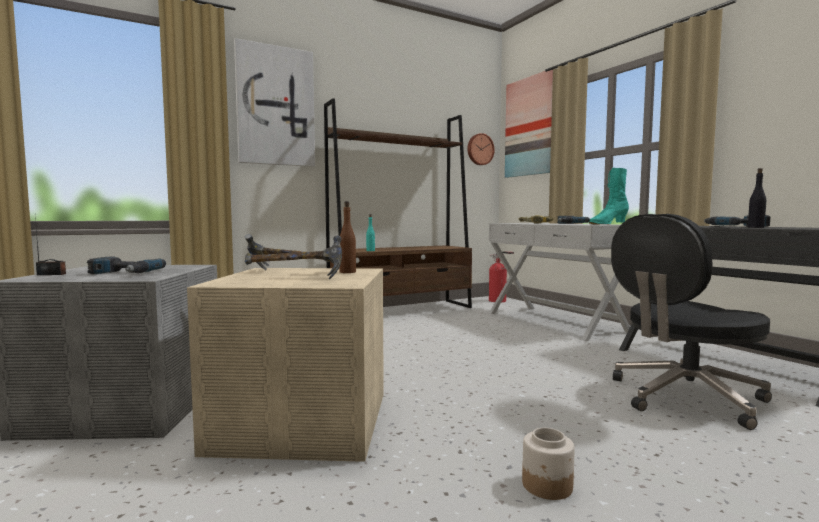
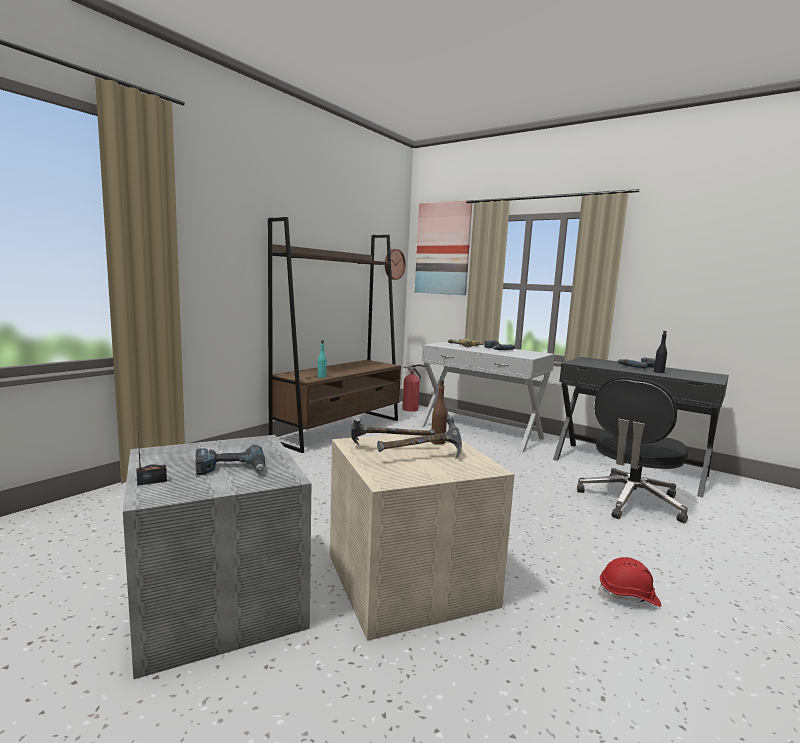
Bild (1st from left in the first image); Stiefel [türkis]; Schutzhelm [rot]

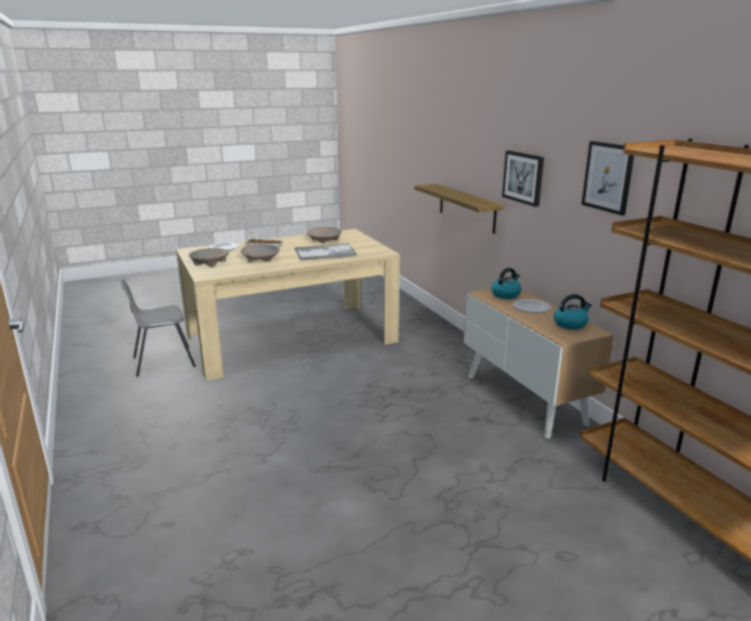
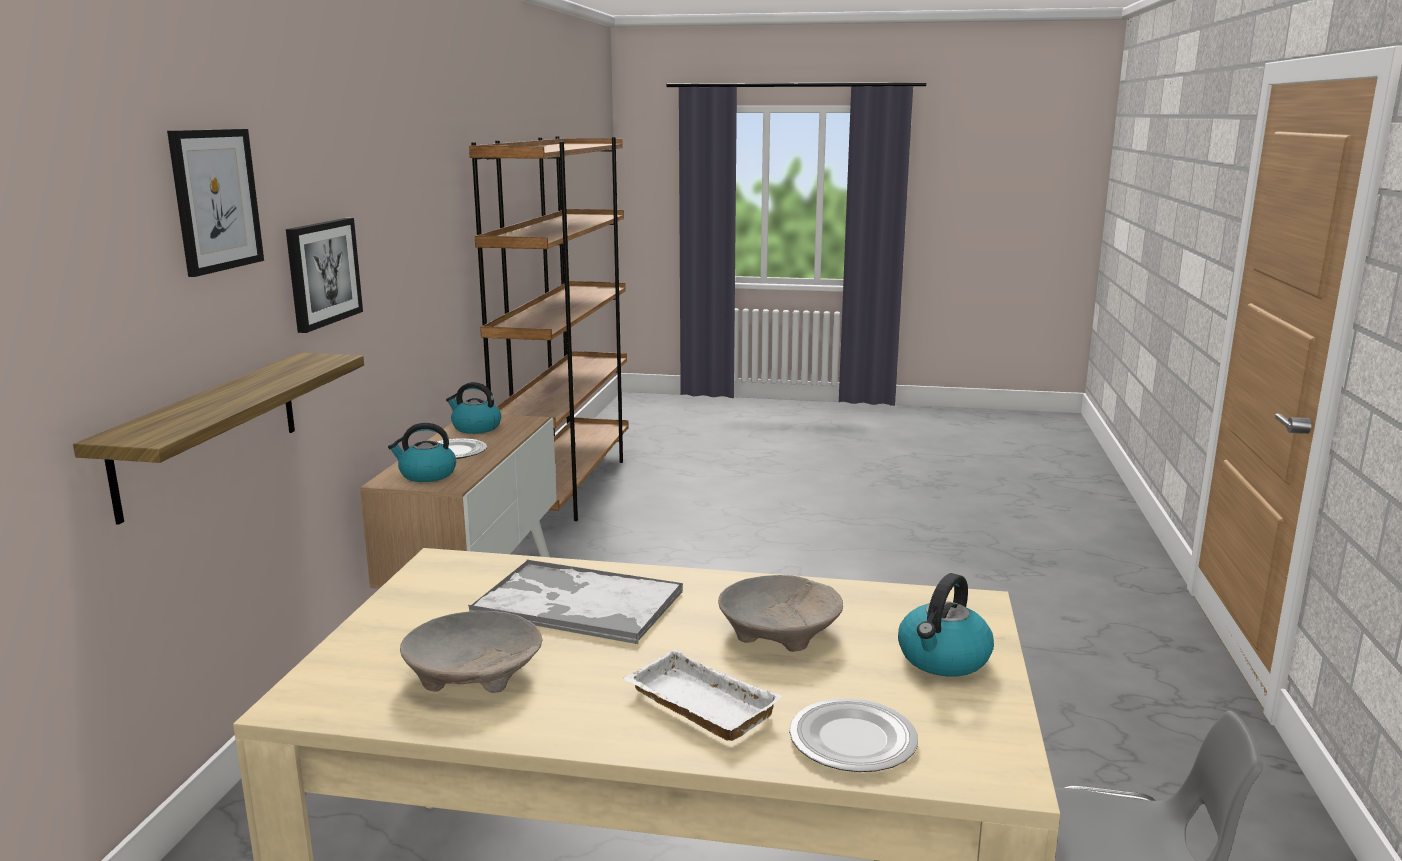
Bild (1st from left); Wasserkessel (3rd from left)

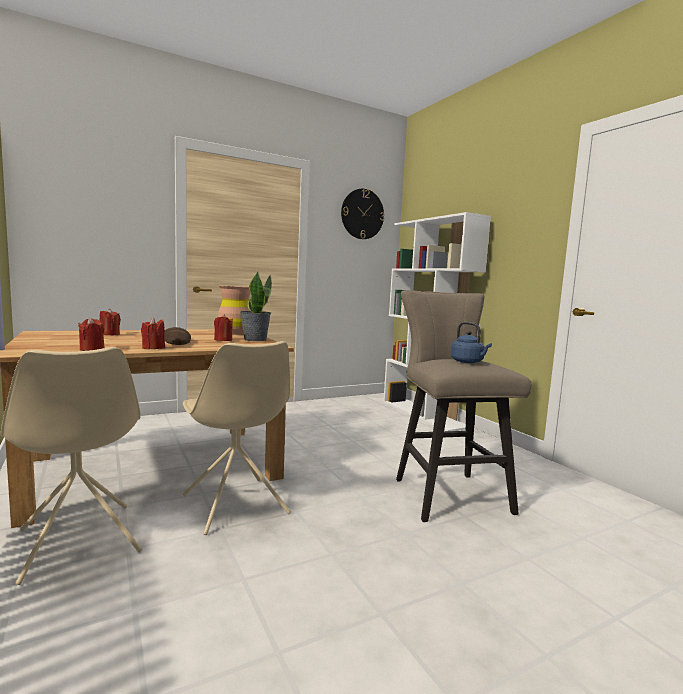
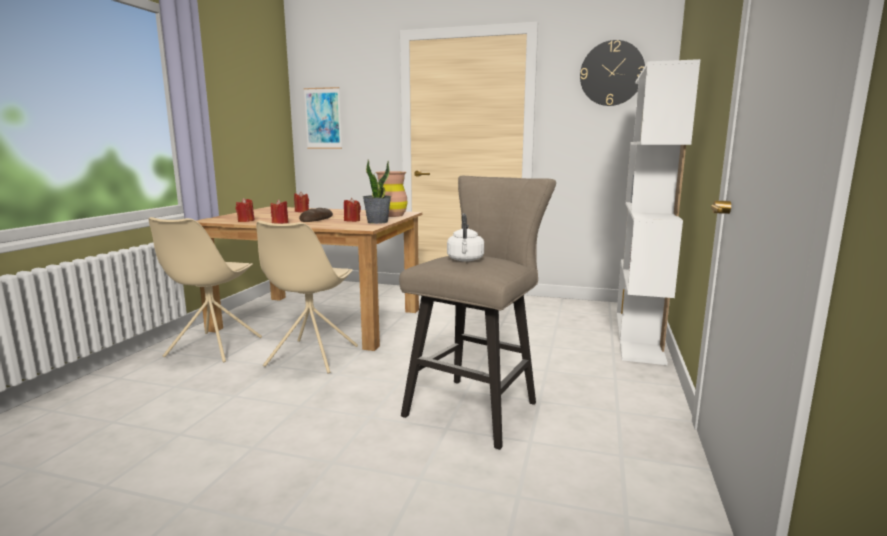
Bild; Wasserkessel [weiß]

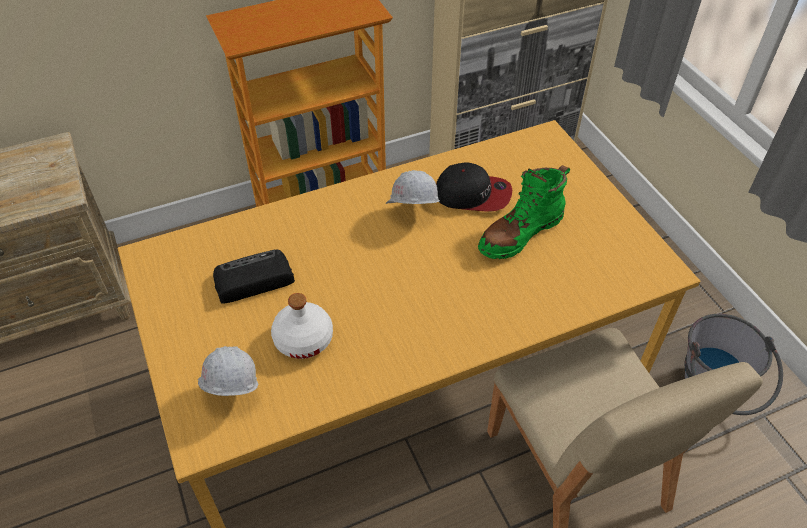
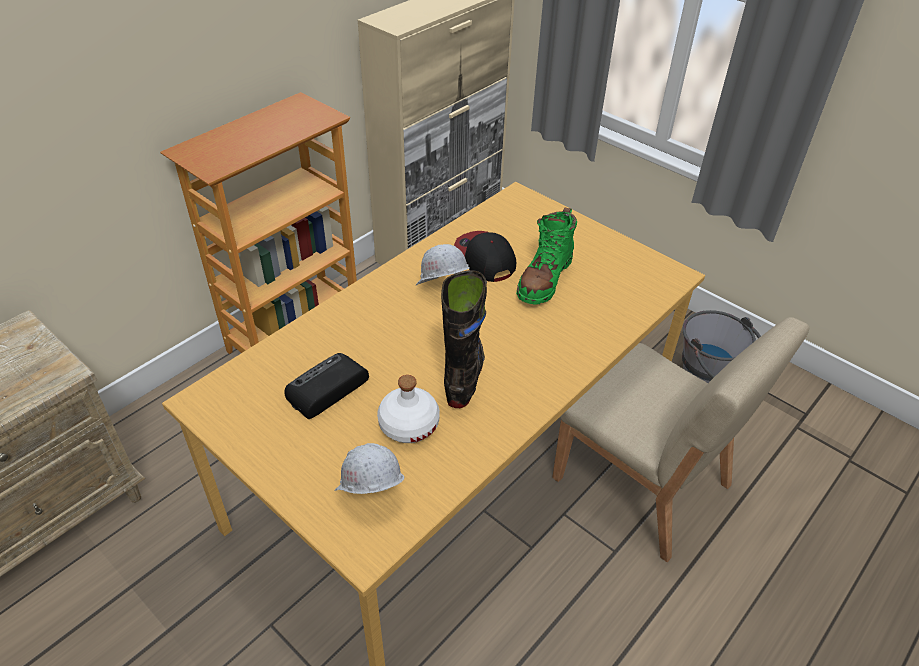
Stiefel [schwarz]; Kappe

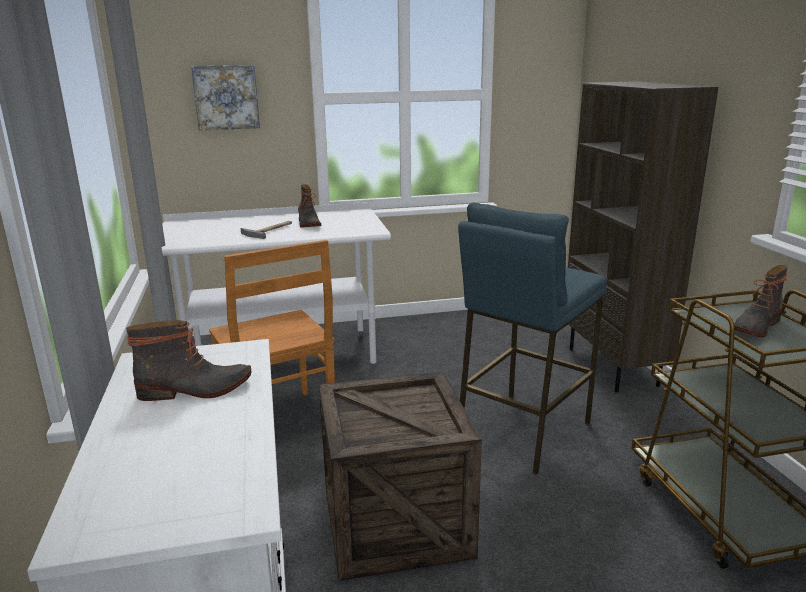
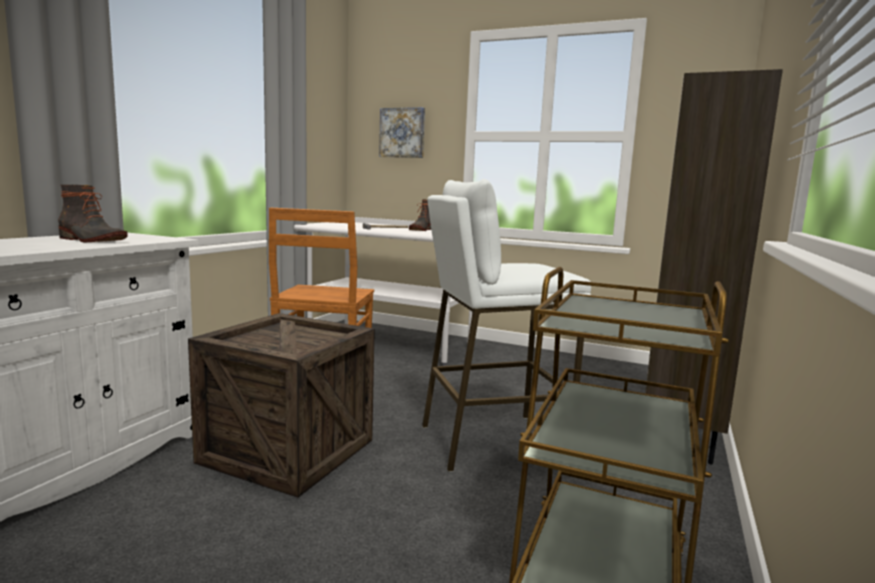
Stiefel (3rd from left in the first image); Hocker [weiß]

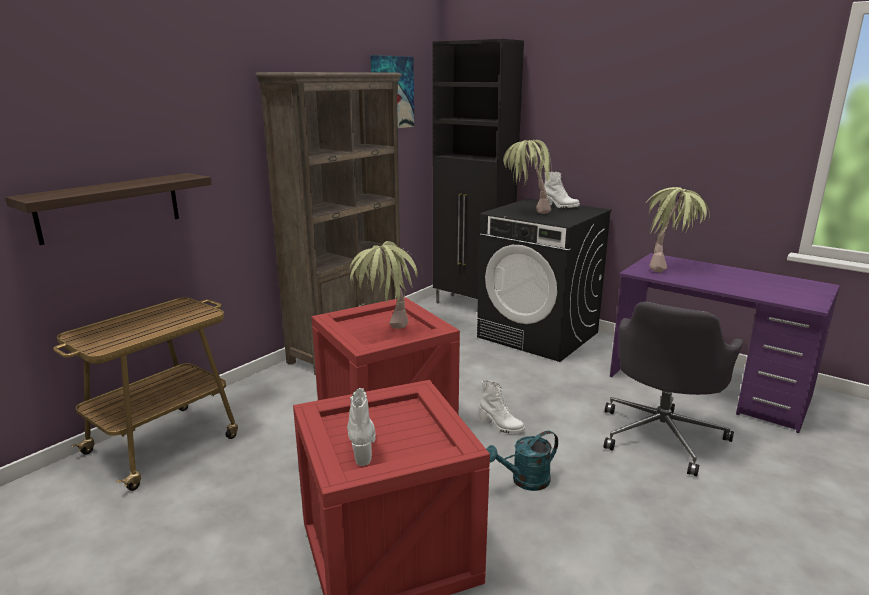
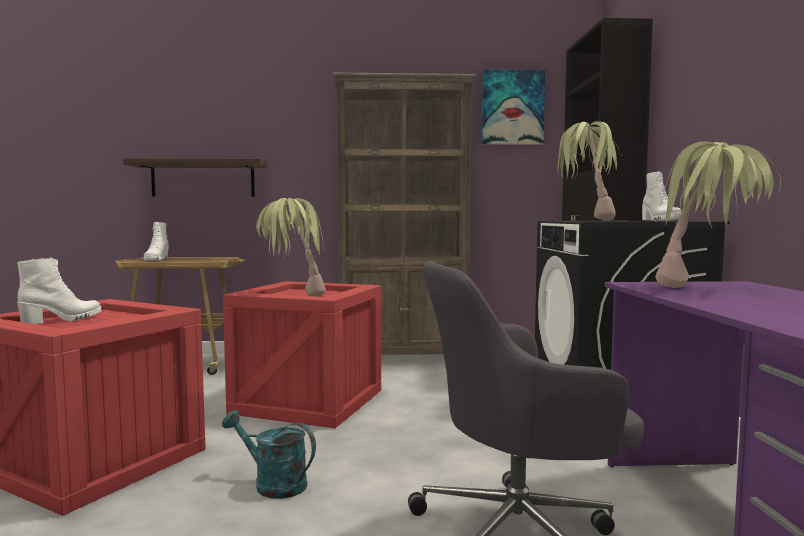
Stiefel [weiß] (2nd from left)

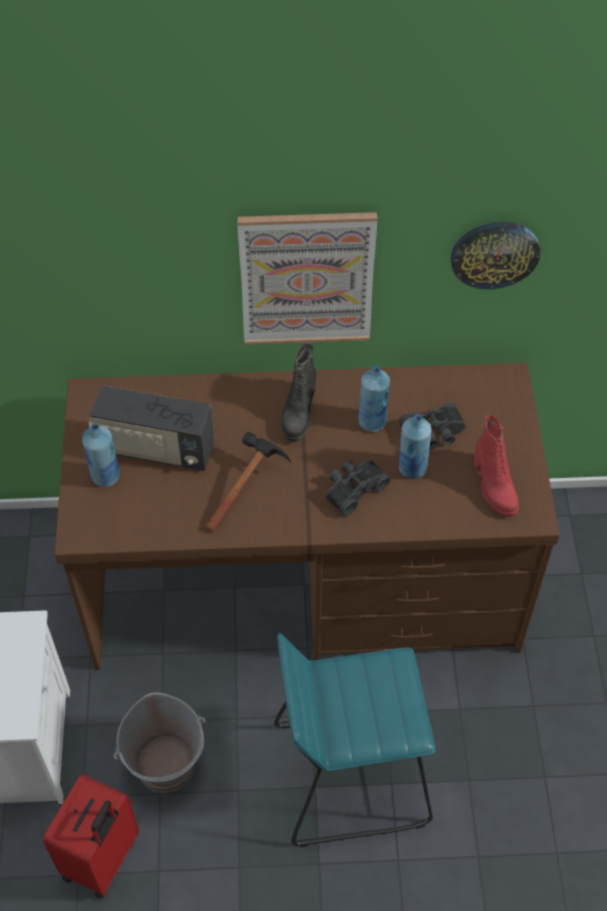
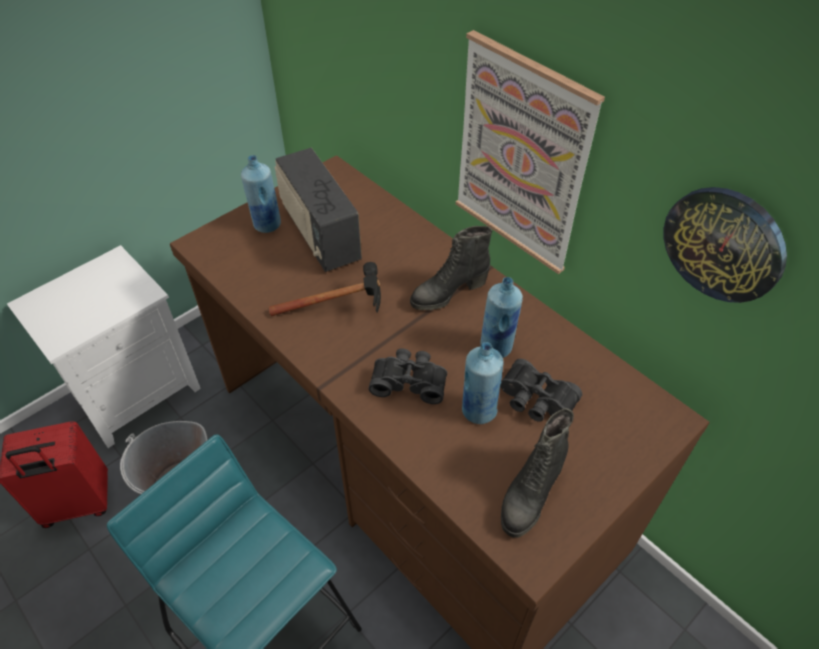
Stiefel [schwarz] (2nd from left)

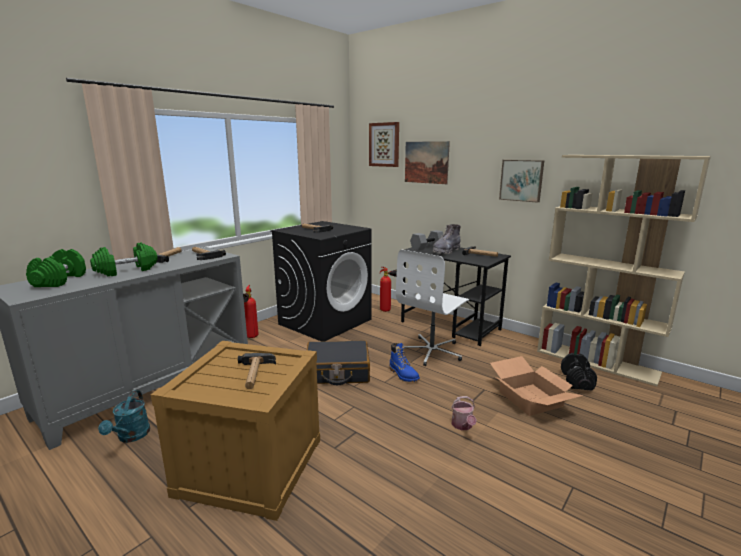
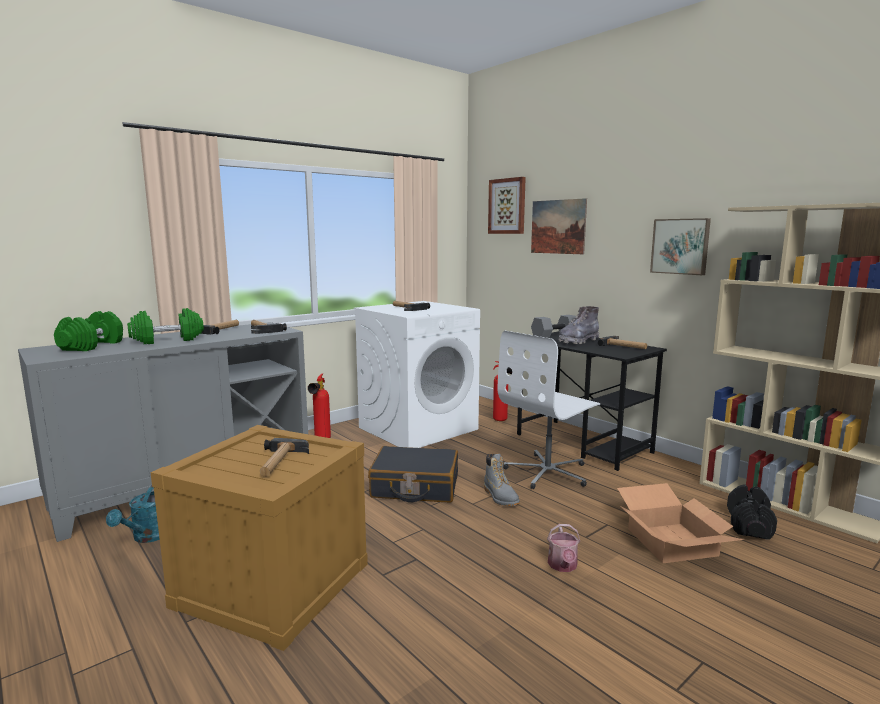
Waschmaschine [weiß]; Stiefel [grau] (1st from left)

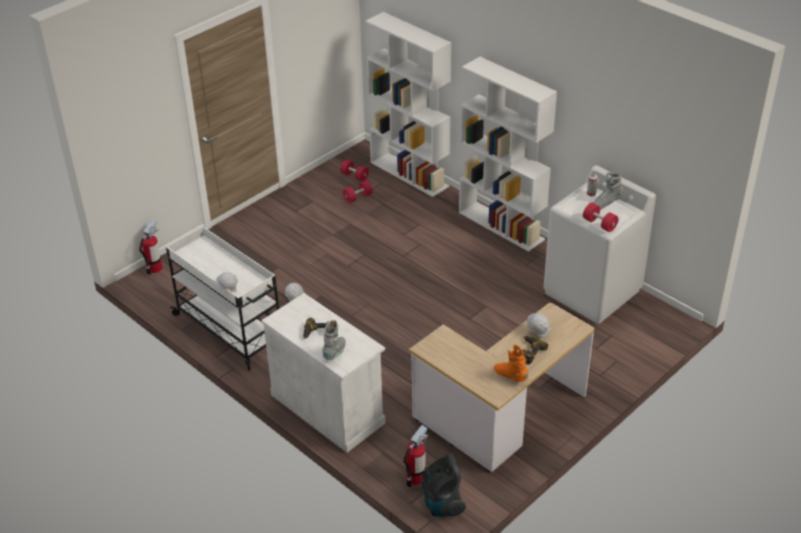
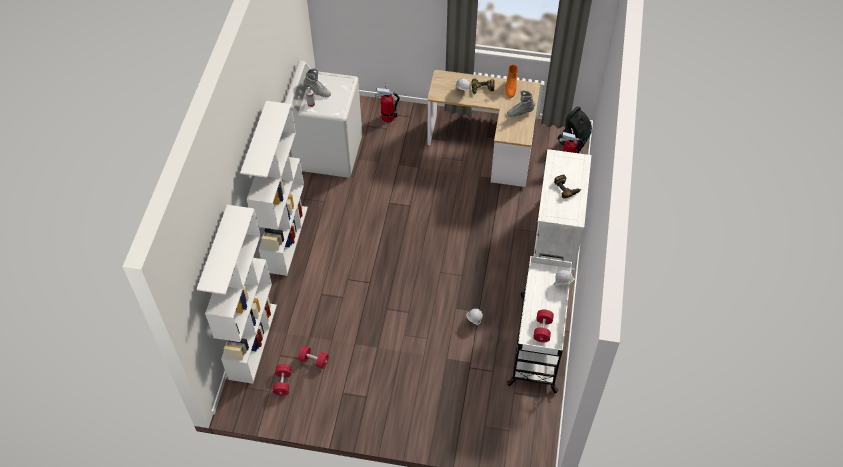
Feuerlöscher (1st from left); Stiefel [grau] (2nd from left); Hantel [rot] (3rd from left)

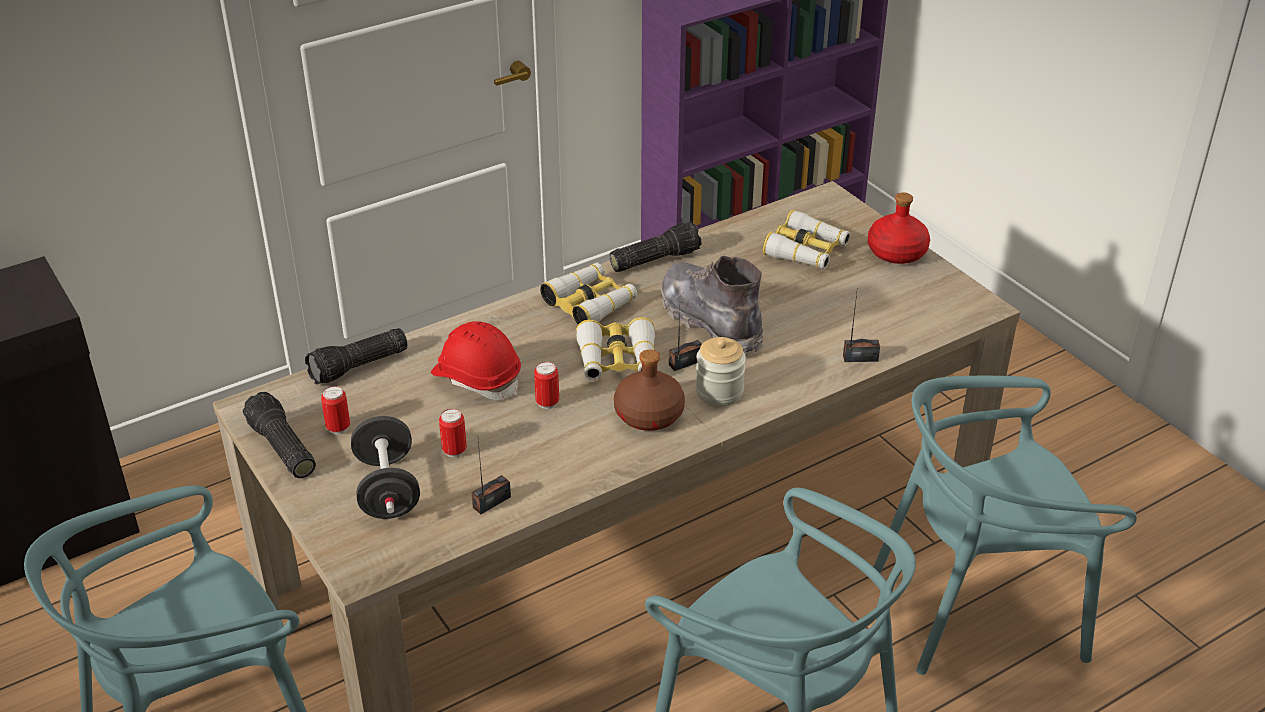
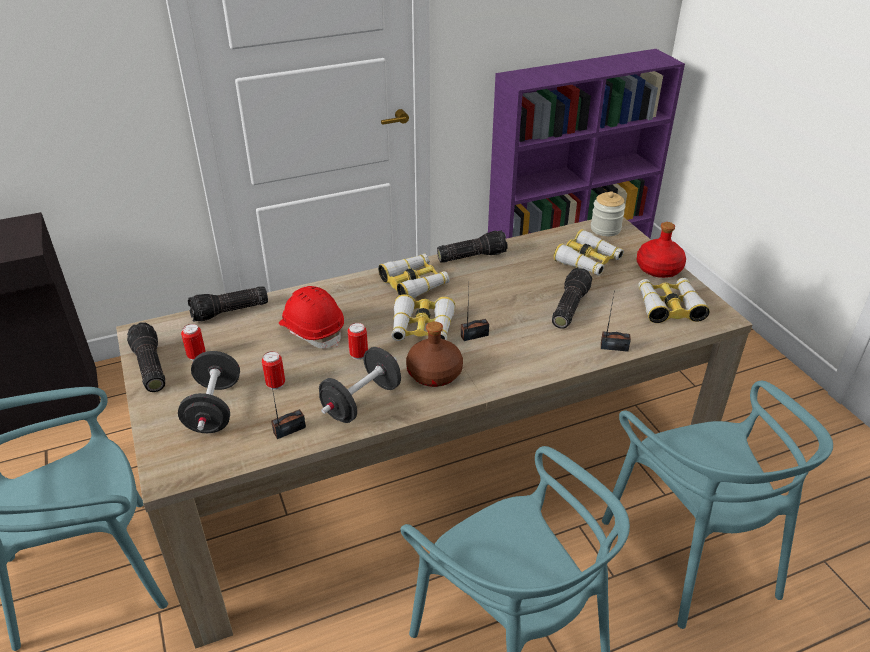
Stiefel [grau]; Hantel [schwarz] (2nd from left); Taschenlampe (4th from left); Fernglas (4th from left); Vorratsglas; Stuhl [türkis] (3rd from left)

